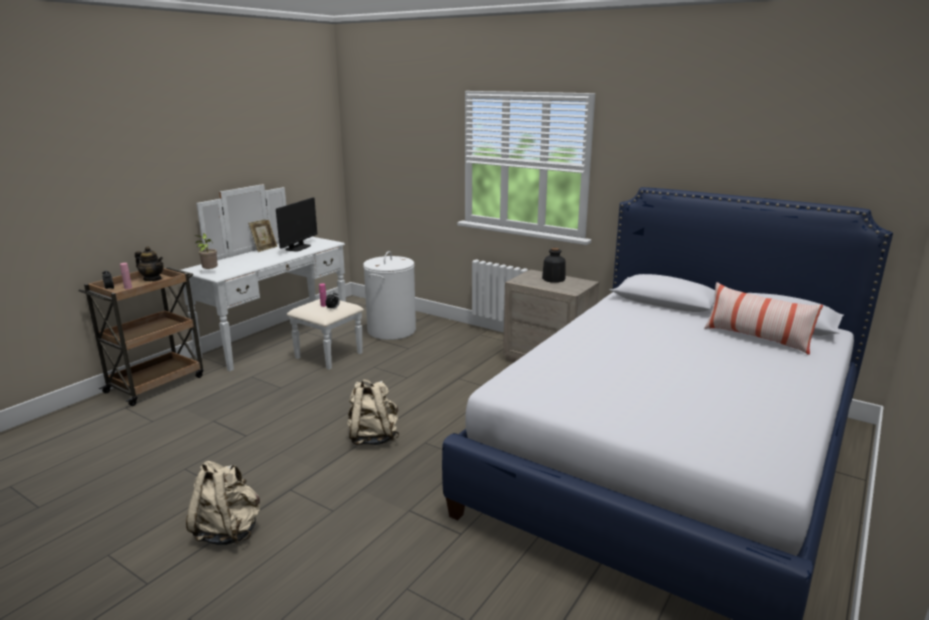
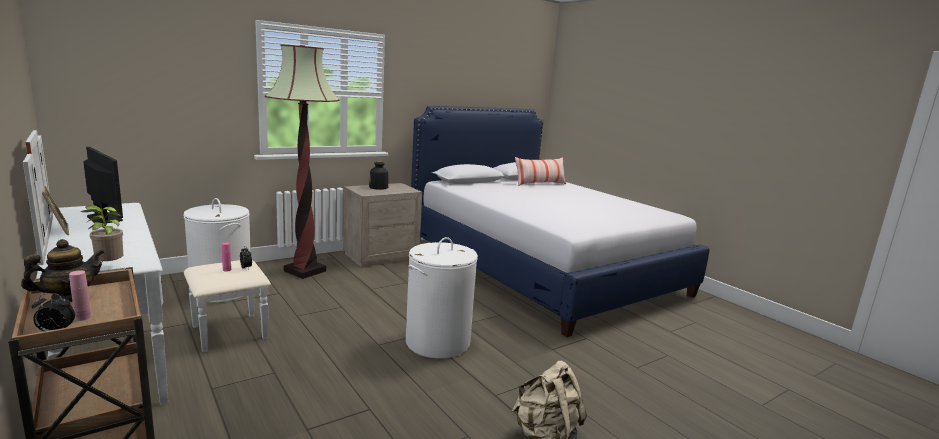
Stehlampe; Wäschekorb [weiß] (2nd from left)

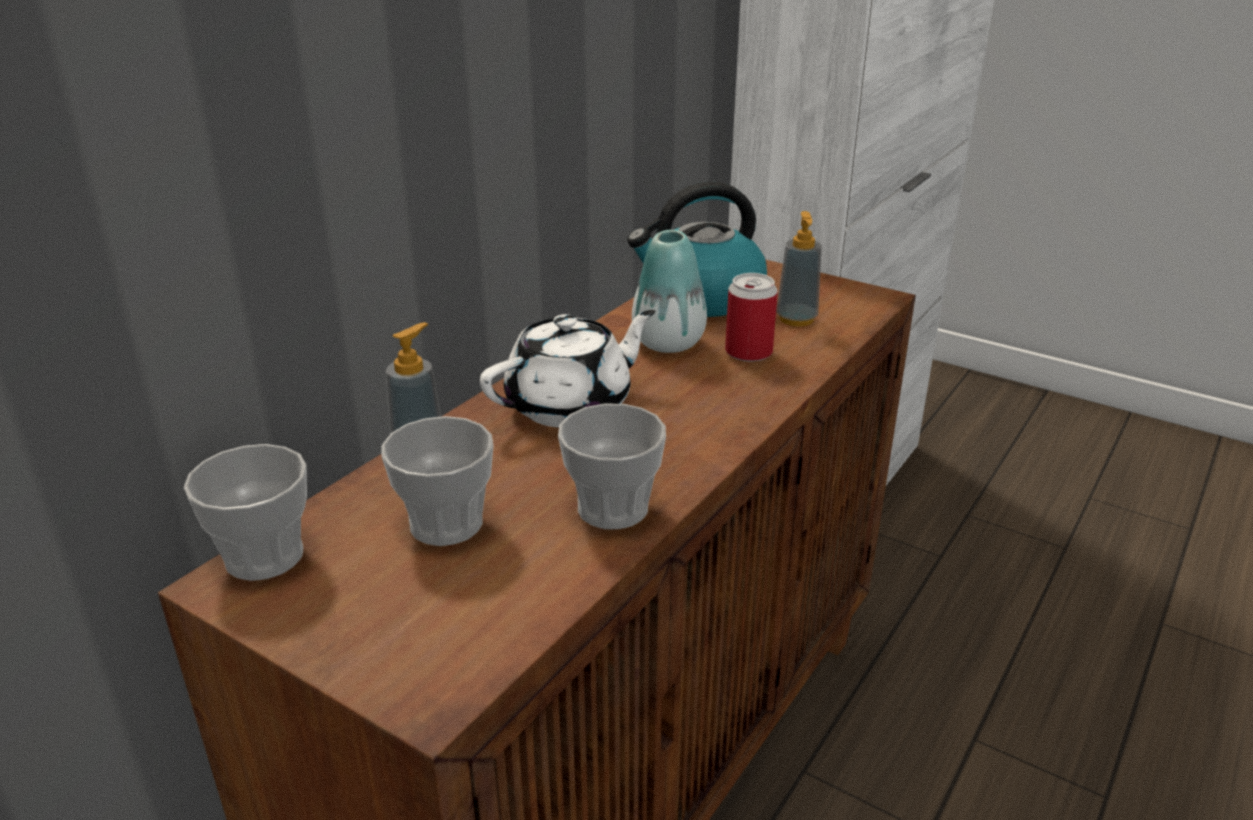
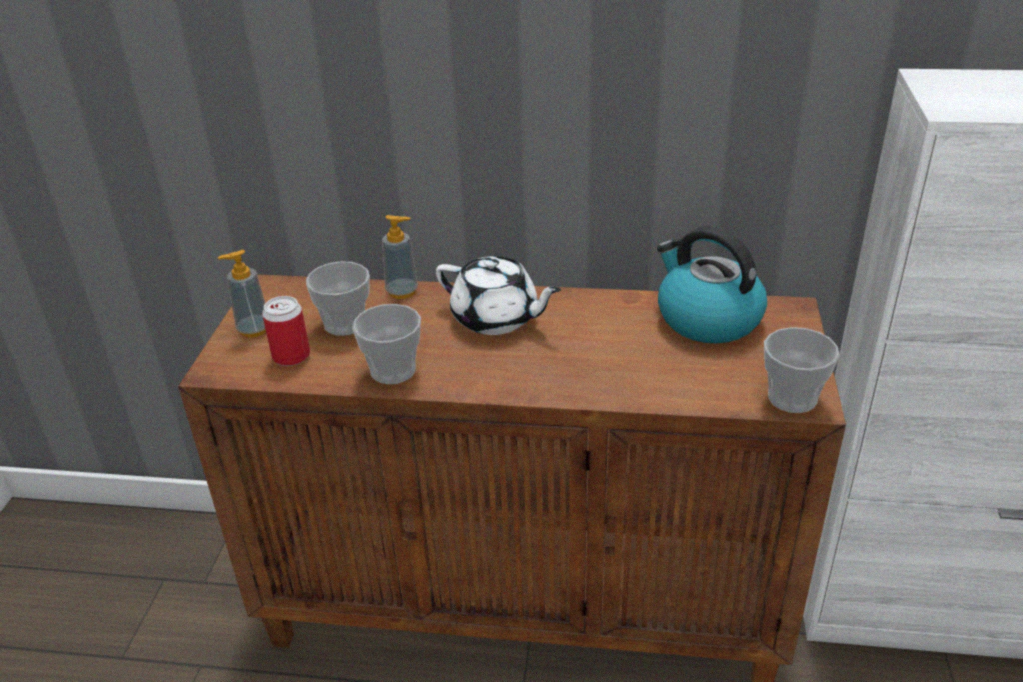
Vase; Tasse (3rd from left); Dose; Seifenspender (1st from left)

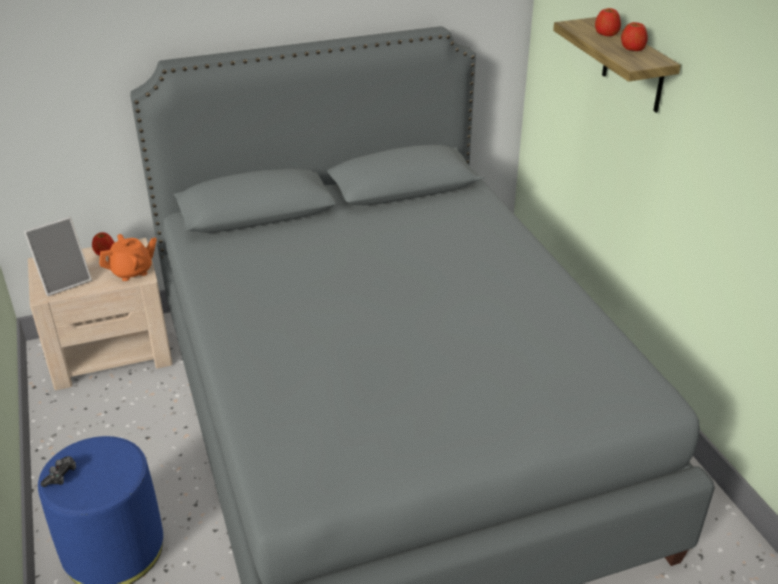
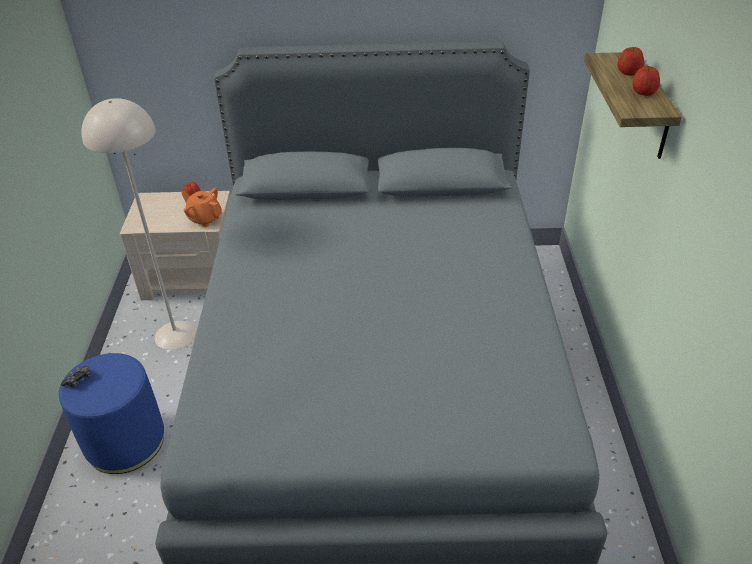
Bilderrahmen; Stehlampe [beige]; Teekanne [orange]

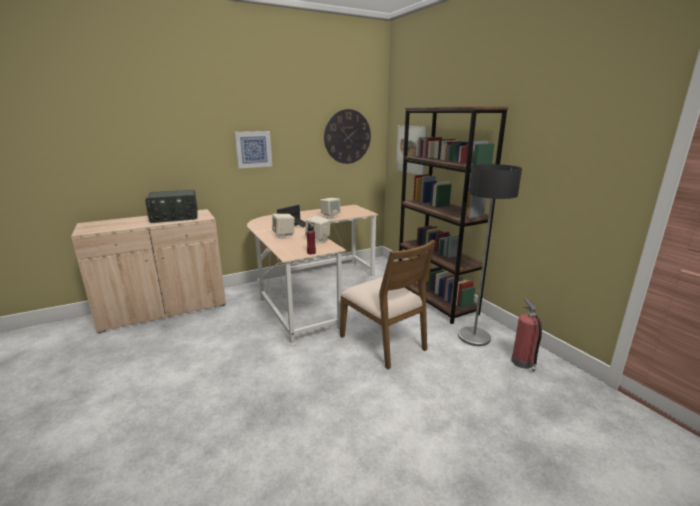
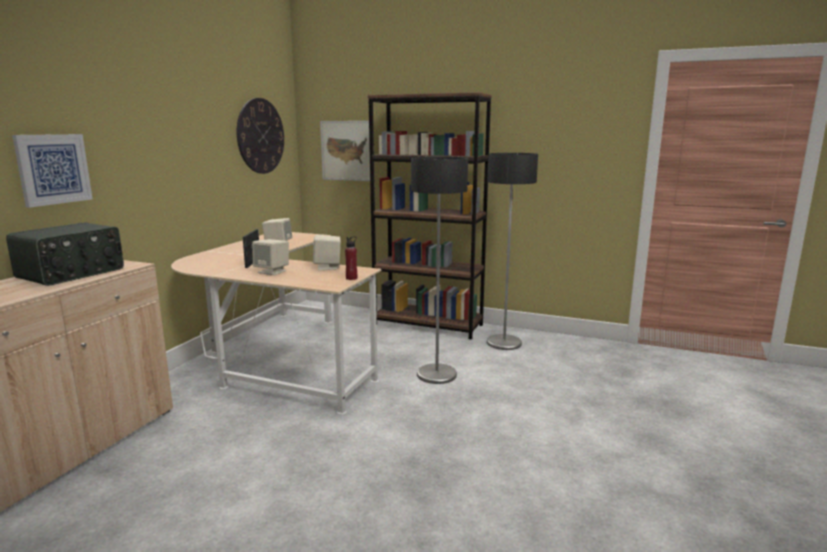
Feuerlöscher; Bild (1st from left); Stehlampe (1st from left)

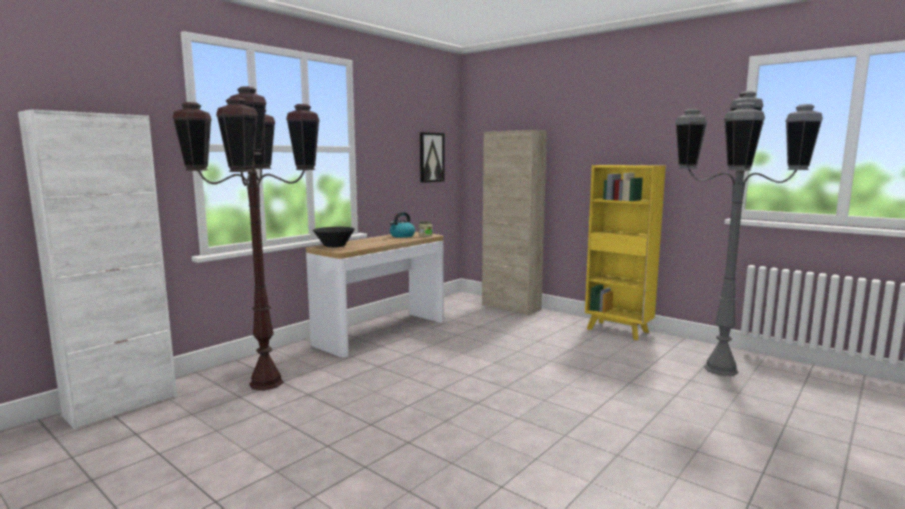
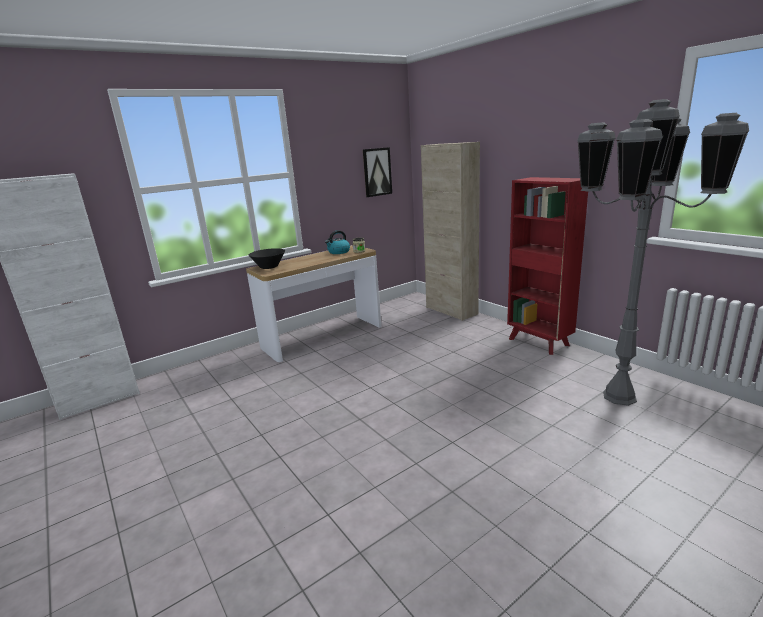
Stehlampe [braun]; Bücherregal [rot]

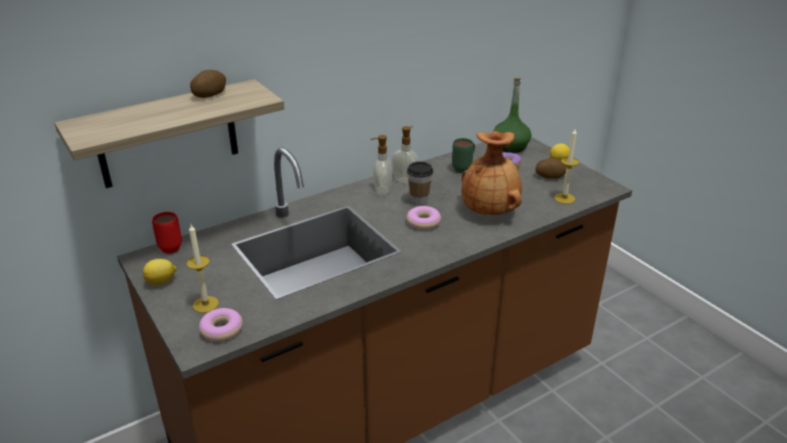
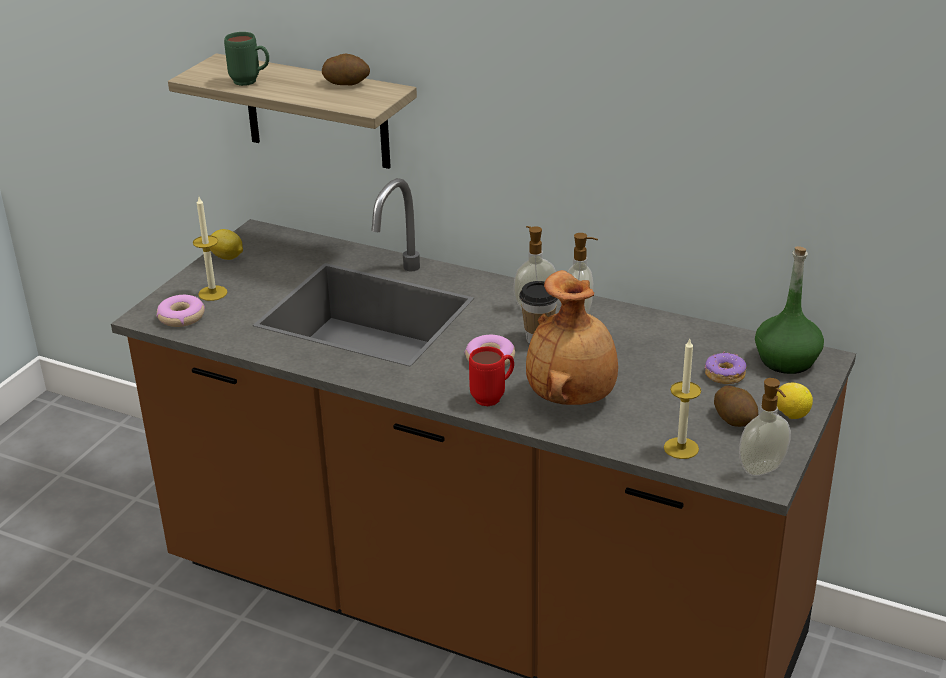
Seifenspender (3rd from left); Henkelbecher [rot]; Henkelbecher [grün]

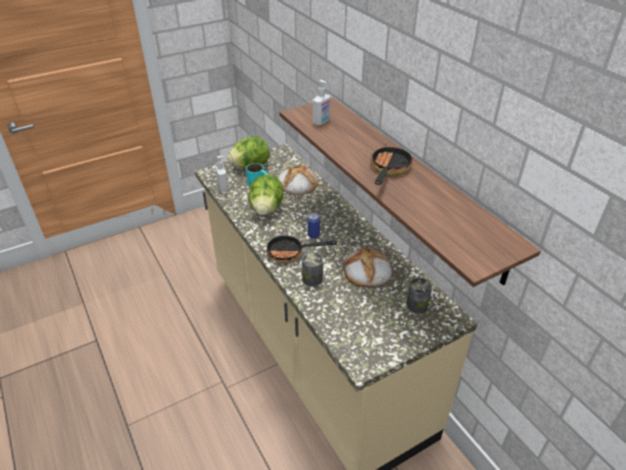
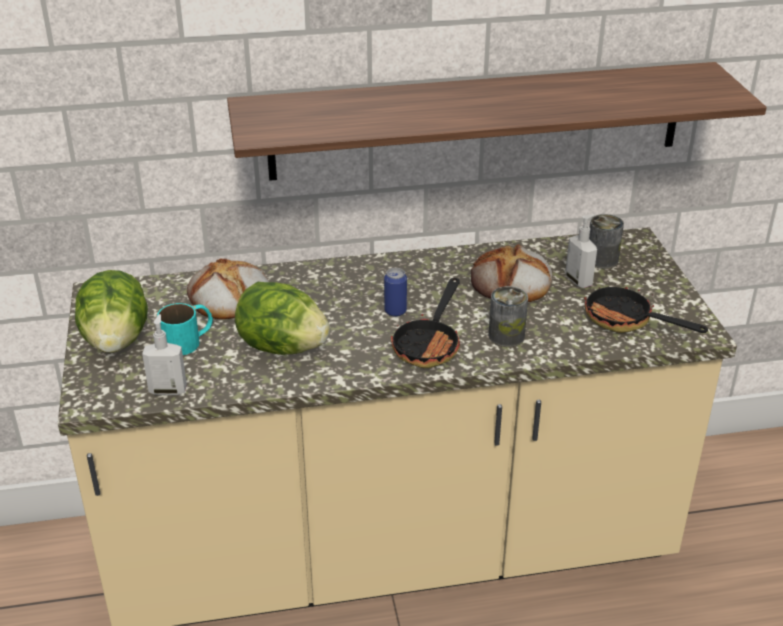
Seifenspender (2nd from left); Pfanne (2nd from left)

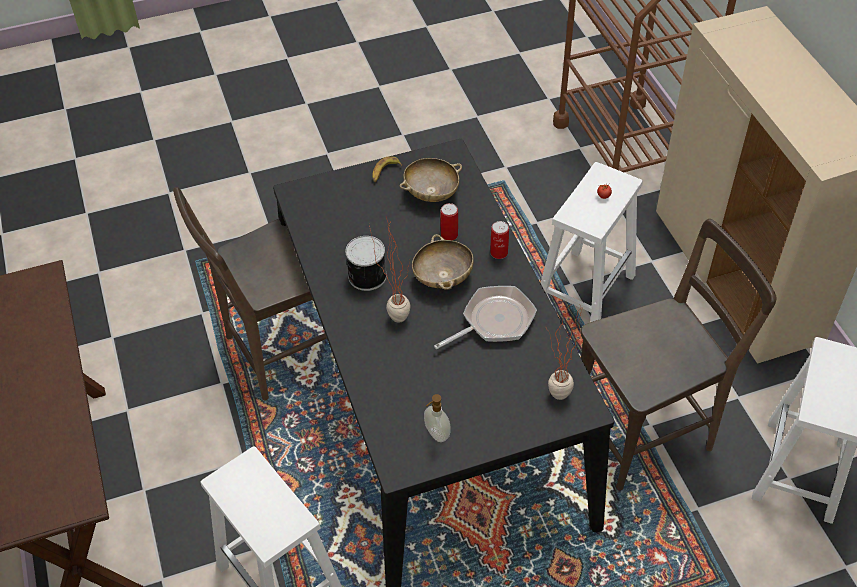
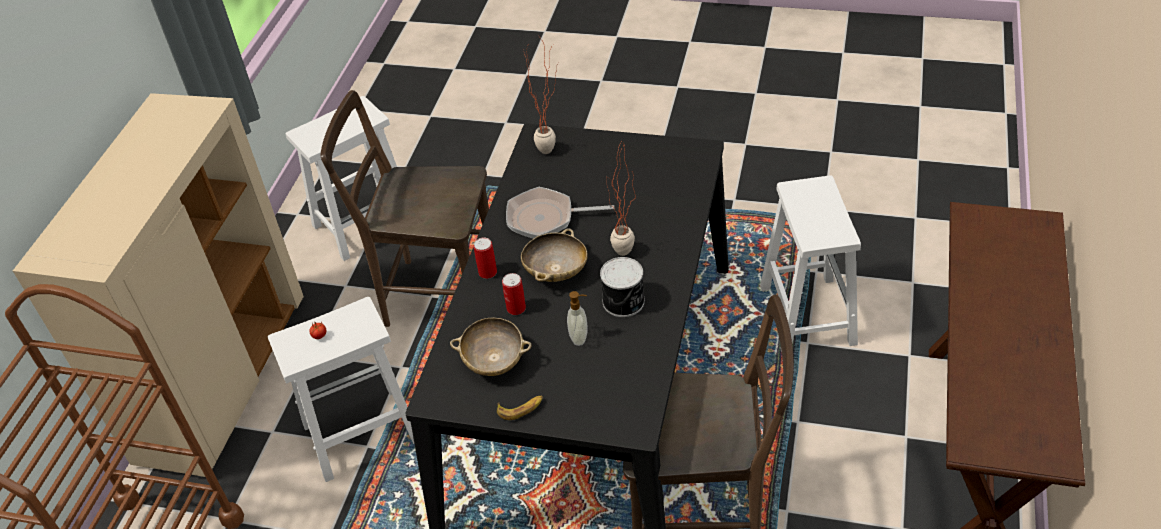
Seifenspender

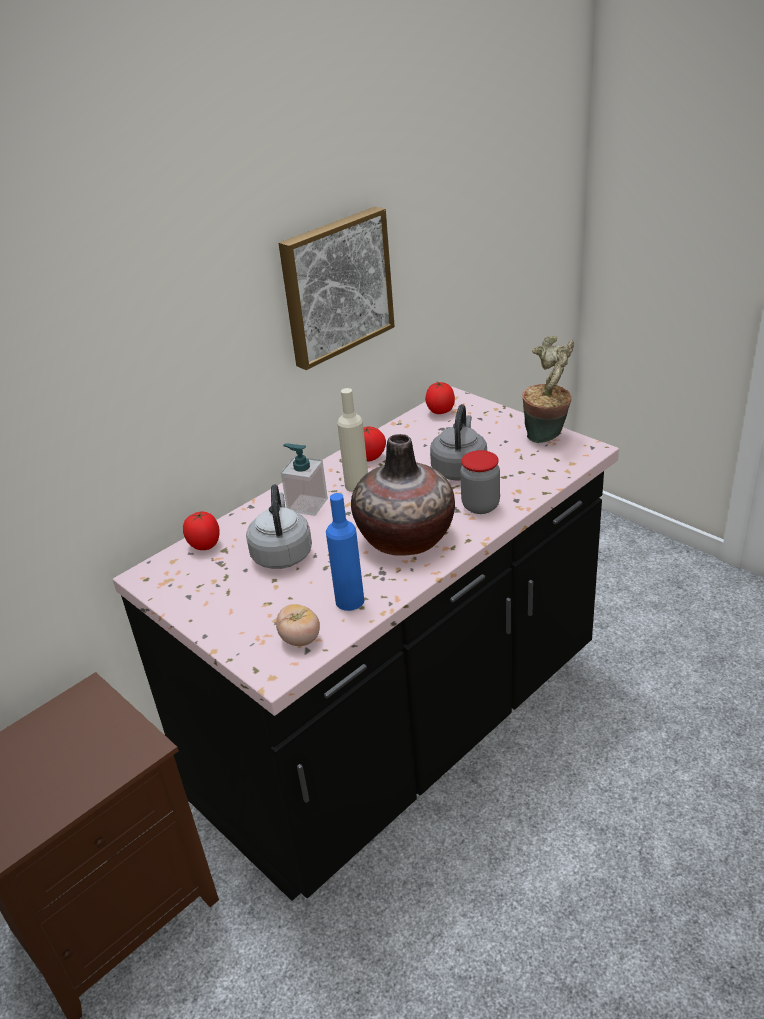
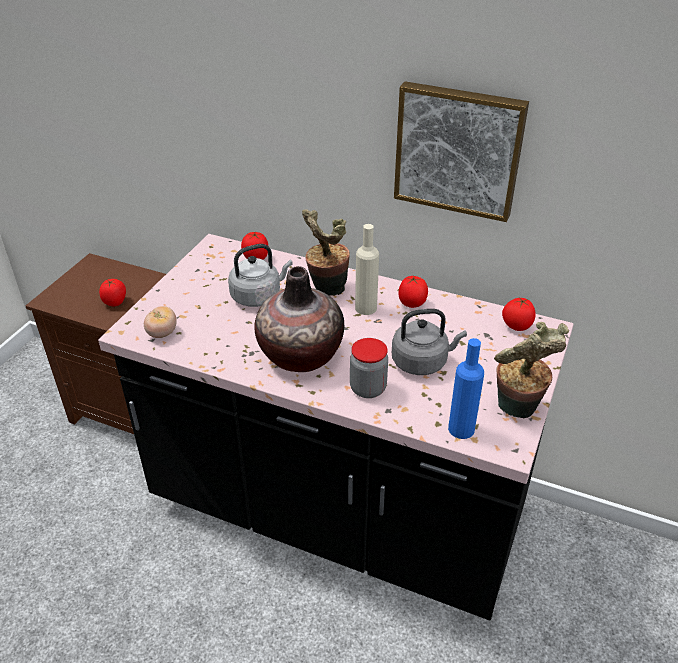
Tomate (1st from left); Flasche [blau]; Topfpflanze (1st from left)

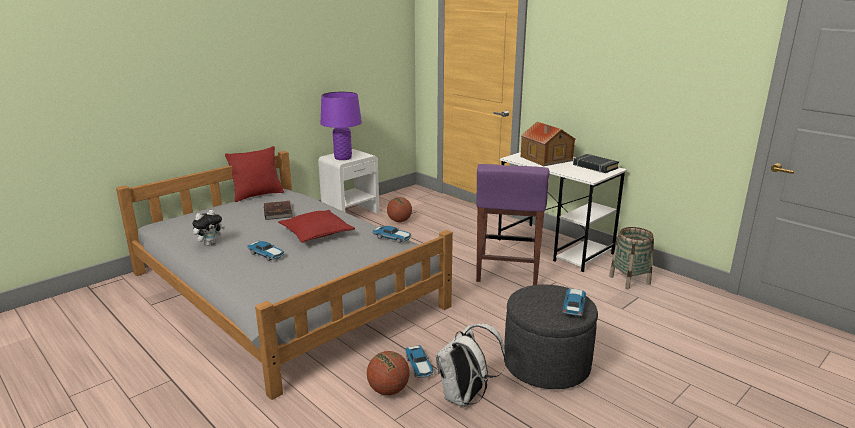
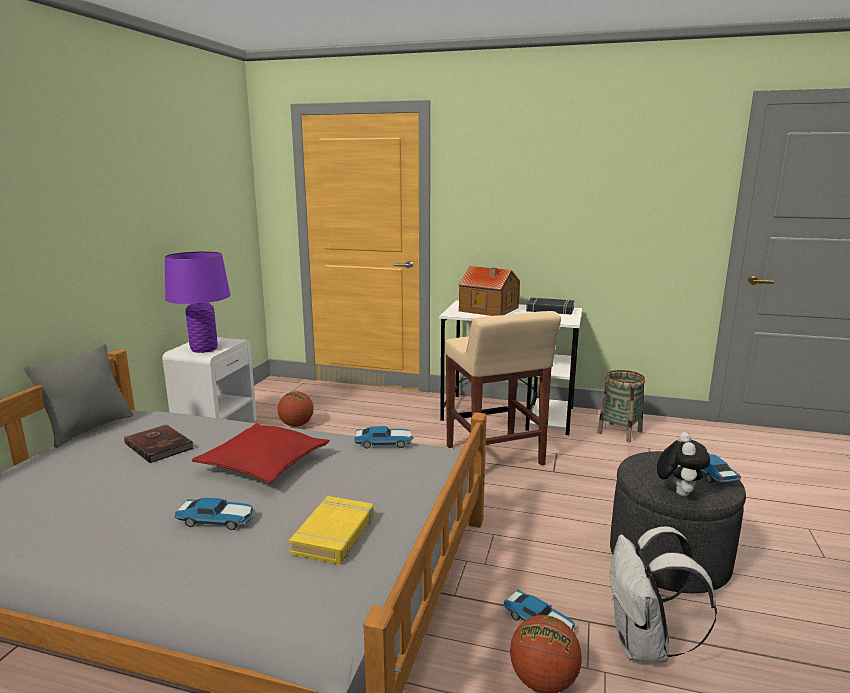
Buch [gelb]; Plüschtier; Kissen [grau]; Hocker [beige]

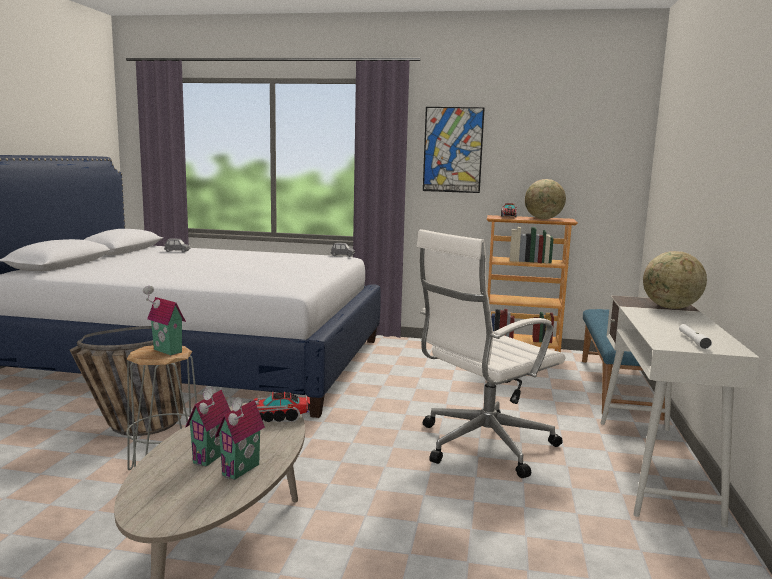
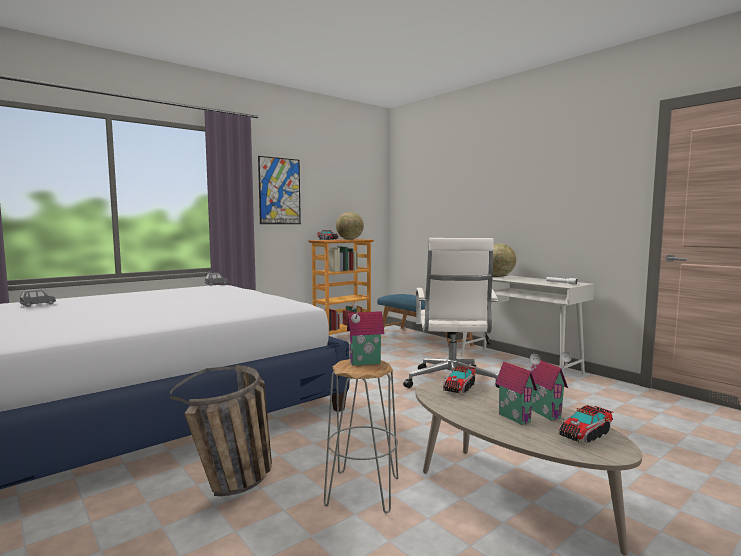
Spielzeuglaster (3rd from left)

